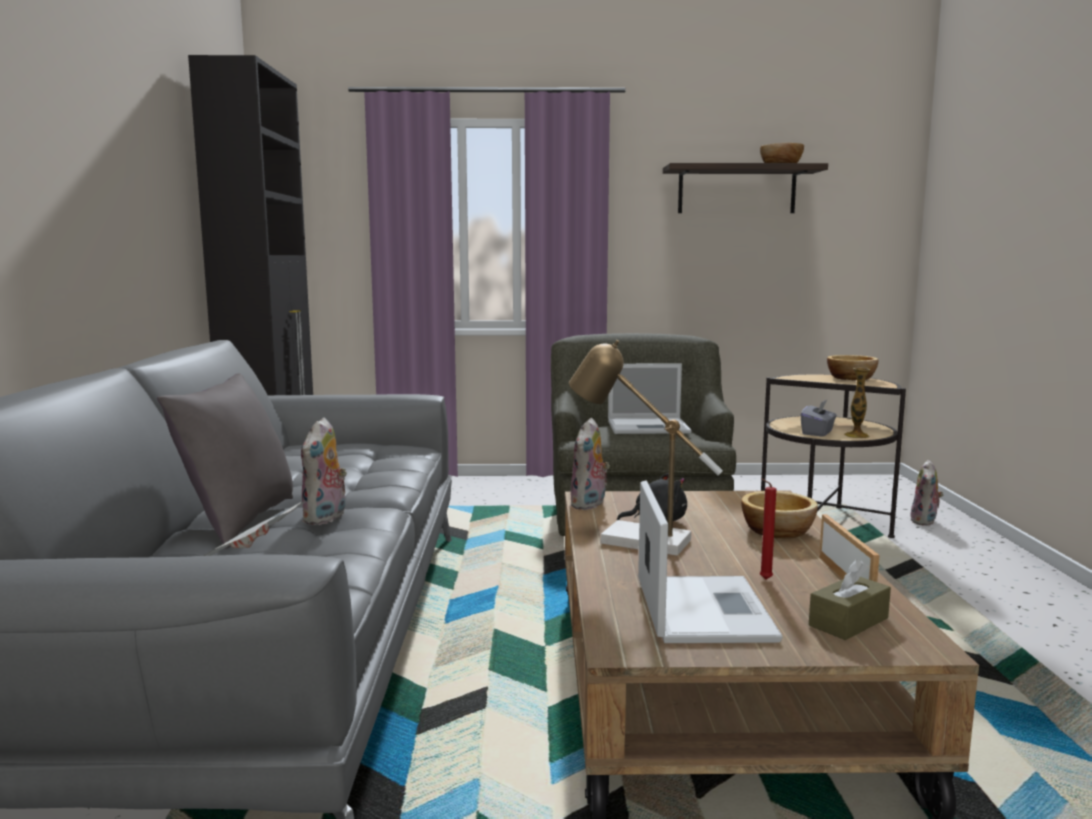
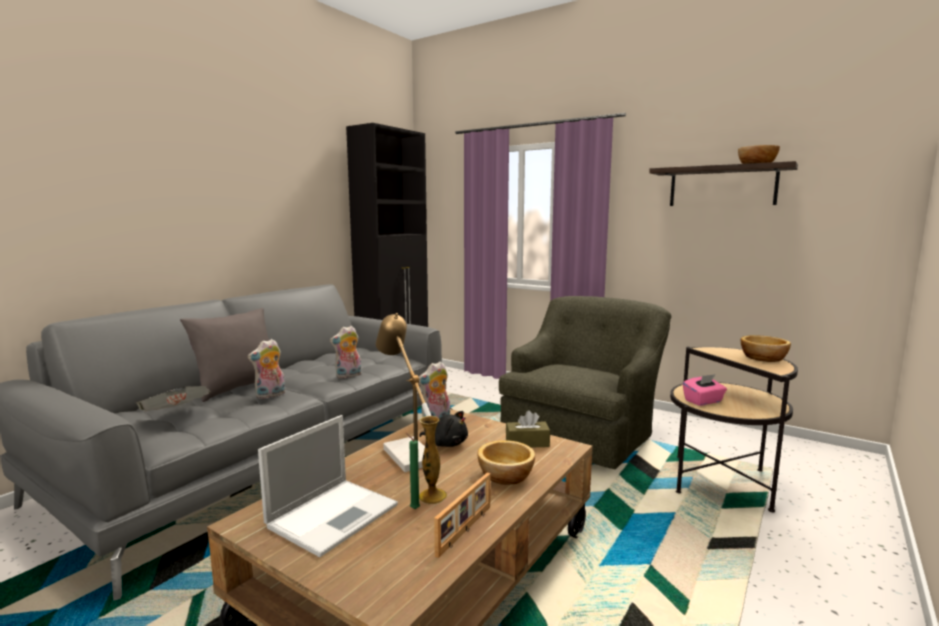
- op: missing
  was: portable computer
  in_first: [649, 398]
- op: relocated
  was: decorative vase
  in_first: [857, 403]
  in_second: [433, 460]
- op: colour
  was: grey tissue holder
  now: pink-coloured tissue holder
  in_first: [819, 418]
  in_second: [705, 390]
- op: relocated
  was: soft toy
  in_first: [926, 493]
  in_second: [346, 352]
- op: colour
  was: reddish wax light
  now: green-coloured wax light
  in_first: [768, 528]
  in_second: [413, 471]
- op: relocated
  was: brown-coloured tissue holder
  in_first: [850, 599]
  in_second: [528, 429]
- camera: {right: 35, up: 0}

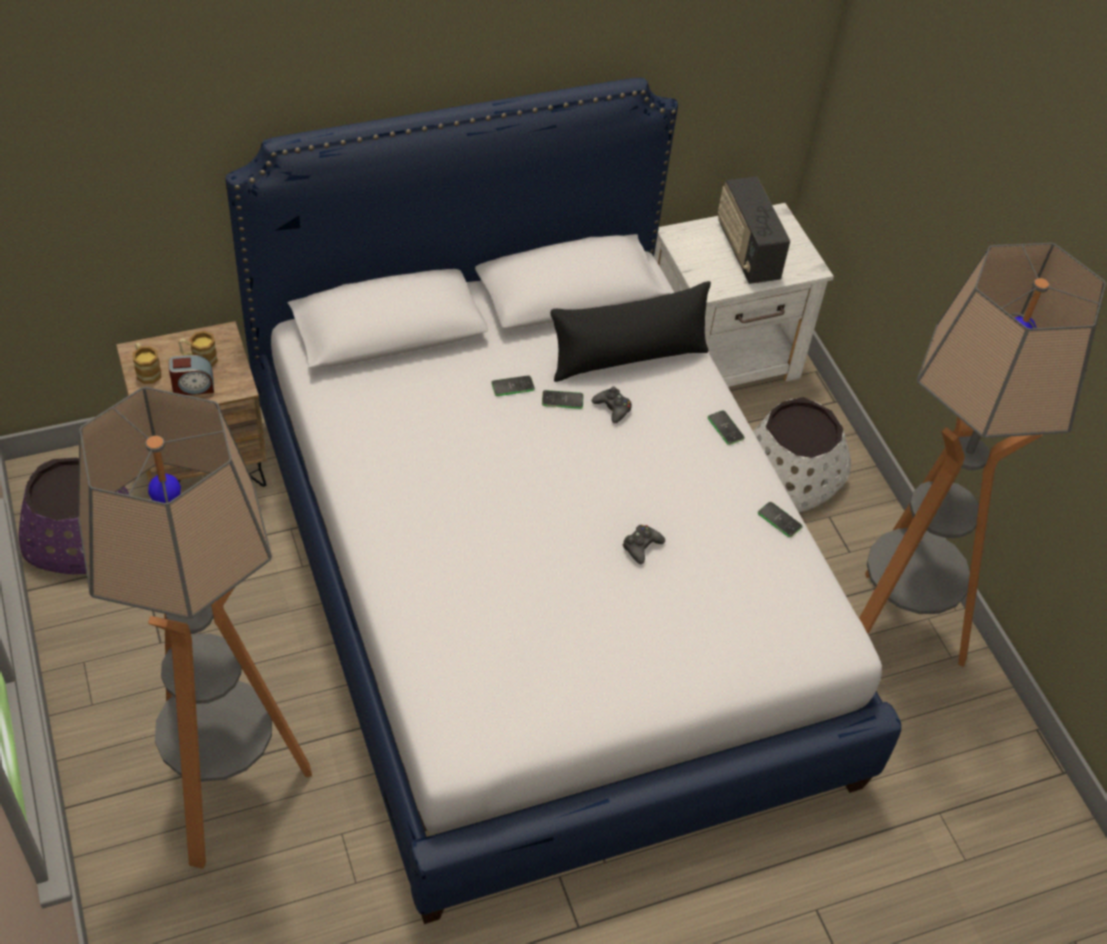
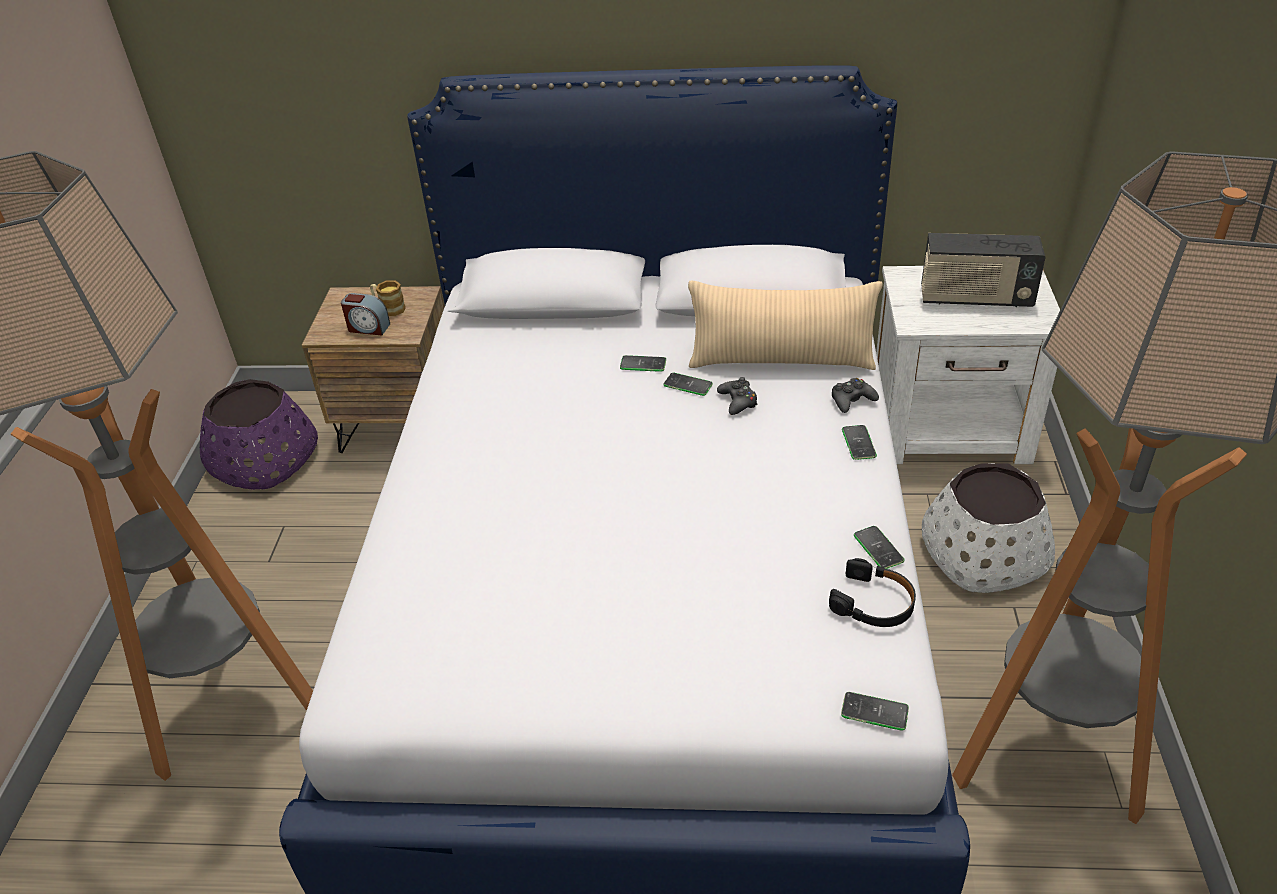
- op: spun
  was: radio receiver
  in_first: [754, 230]
  in_second: [983, 270]
  clockwise: -90
- op: colour
  was: black cushion
  now: beige-coloured cushion
  in_first: [631, 331]
  in_second: [785, 325]
- op: missing
  was: coffee mug
  in_first: [147, 363]
- op: relocated
  was: black gamepad
  in_first: [644, 544]
  in_second: [855, 395]
- op: appeared
  now: black headset
  in_second: [872, 592]
- op: appeared
  now: phone
  in_second: [875, 711]
- camera: {right: 30, up: -10}

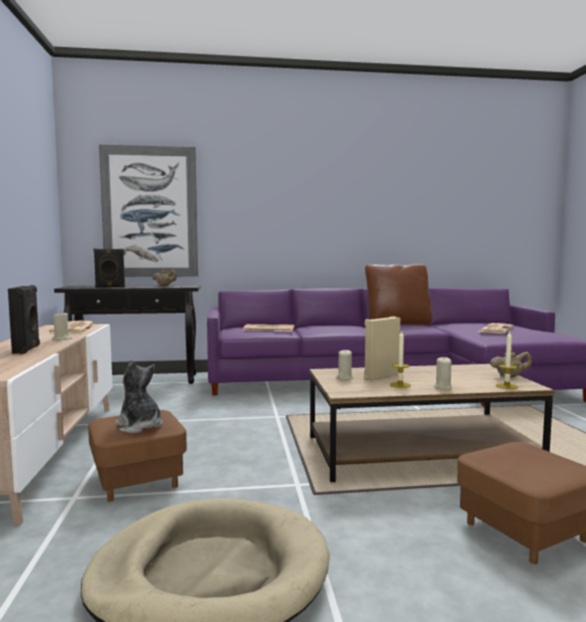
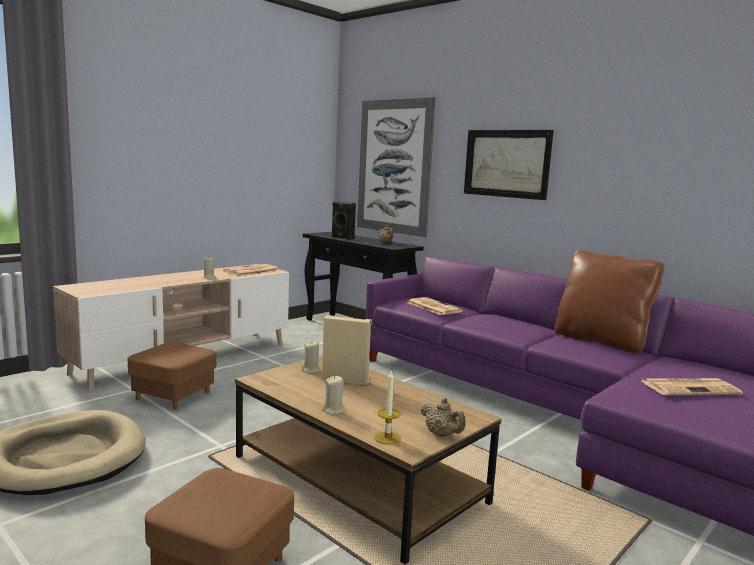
- op: missing
  was: black speaker
  in_first: [24, 319]
- op: missing
  was: wax light
  in_first: [400, 359]
- op: missing
  was: soft toy
  in_first: [139, 396]
- op: appeared
  now: picture
  in_second: [509, 165]
- camera: {right: 50, up: 5}

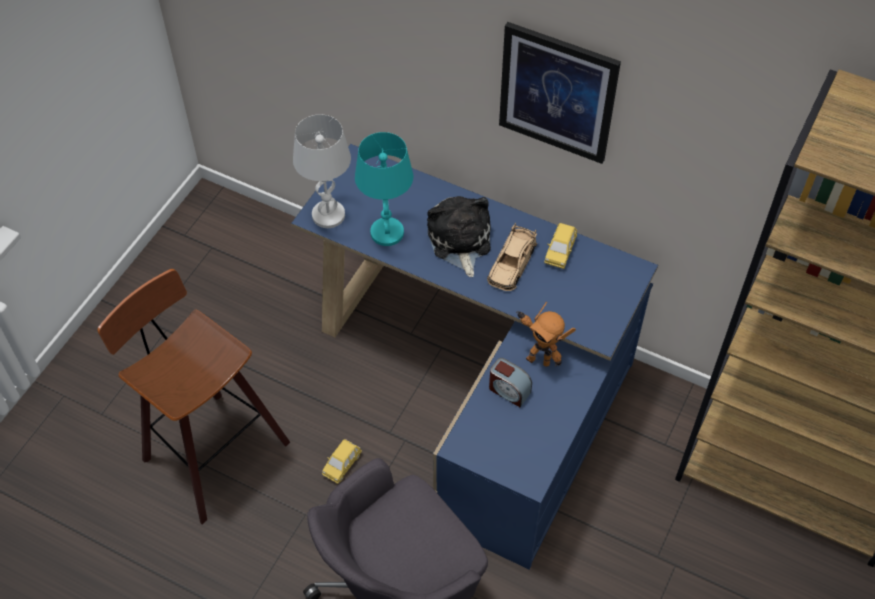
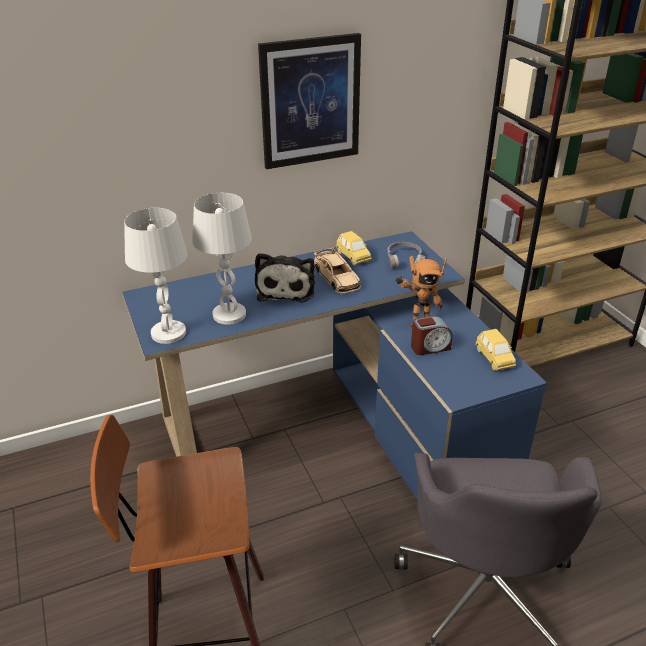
- op: colour
  was: turquoise lamp for a table
  now: white lamp for a table
  in_first: [384, 189]
  in_second: [222, 259]
- op: spun
  was: soft toy
  in_first: [459, 236]
  in_second: [285, 277]
  clockwise: -120
- op: relocated
  was: yellow model car
  in_first: [342, 461]
  in_second: [496, 350]
- op: appeared
  now: grey headset
  in_second: [406, 255]
- camera: {right: -50, up: -20}

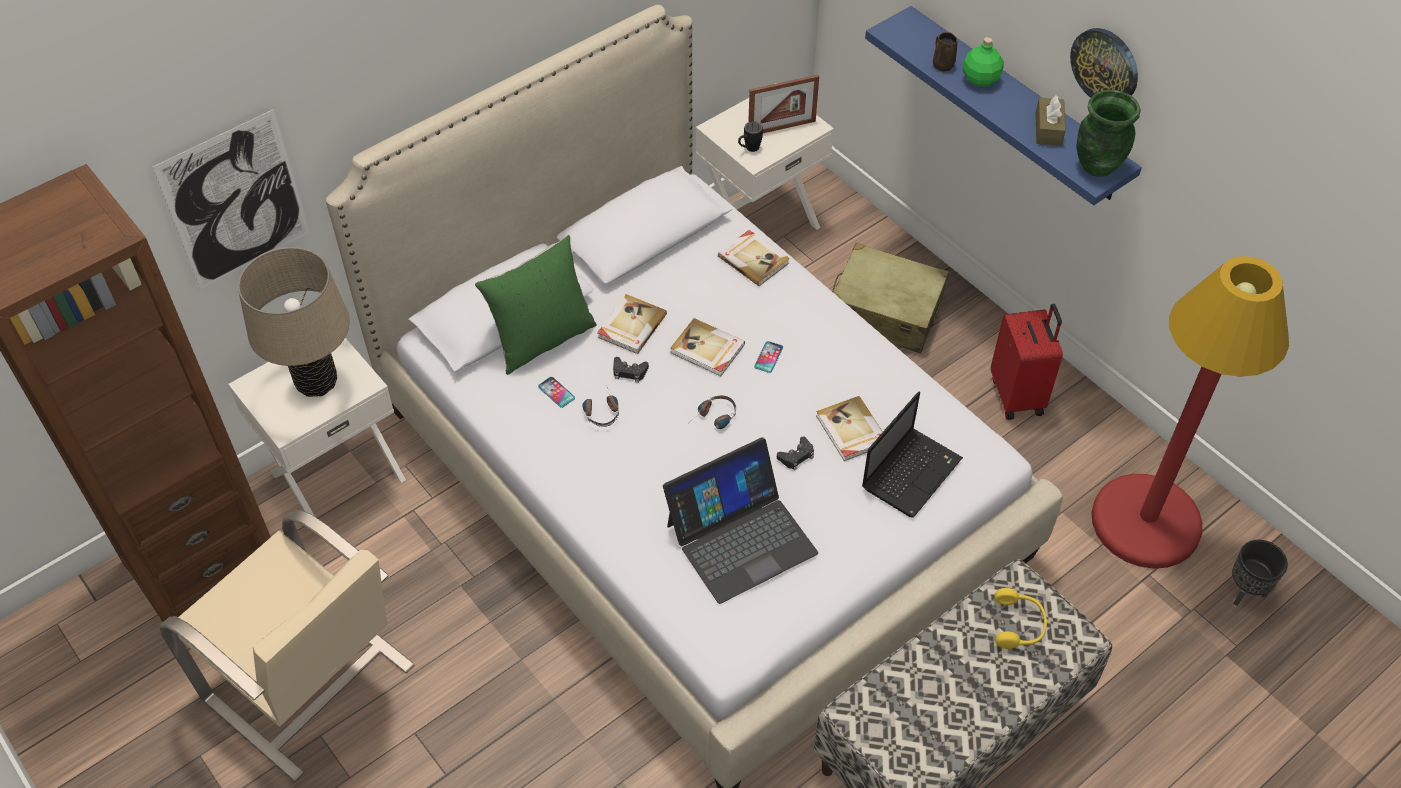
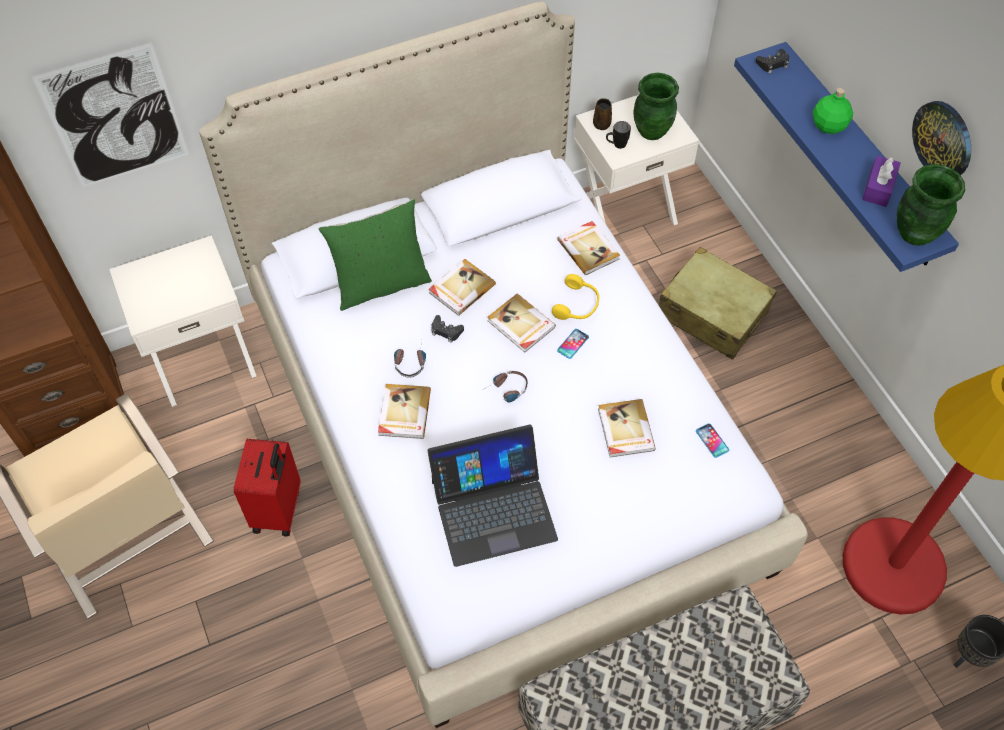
- op: relocated
  was: brown-coloured coffee mug
  in_first: [945, 52]
  in_second: [602, 114]
- op: exchanged
  was: photo frame
  now: green-coloured decorative vase
  in_first: [783, 104]
  in_second: [656, 106]
- op: colour
  was: brown-coloured tissue holder
  now: purple tissue holder
  in_first: [1051, 120]
  in_second: [881, 181]
- op: missing
  was: beige-coloured lamp for a table
  in_first: [294, 322]
- op: relocated
  was: reddish suitcase
  in_first: [1027, 362]
  in_second: [267, 488]
- op: relocated
  was: phone
  in_first: [556, 392]
  in_second: [712, 441]
- op: missing
  was: portable computer
  in_first: [912, 454]
- op: relocated
  was: black gamepad
  in_first: [795, 453]
  in_second: [772, 61]
- op: relocated
  was: yellow headset
  in_first: [1021, 618]
  in_second: [575, 297]
- op: appeared
  now: book
  in_second: [404, 411]
- camera: {right: 15, up: 5}

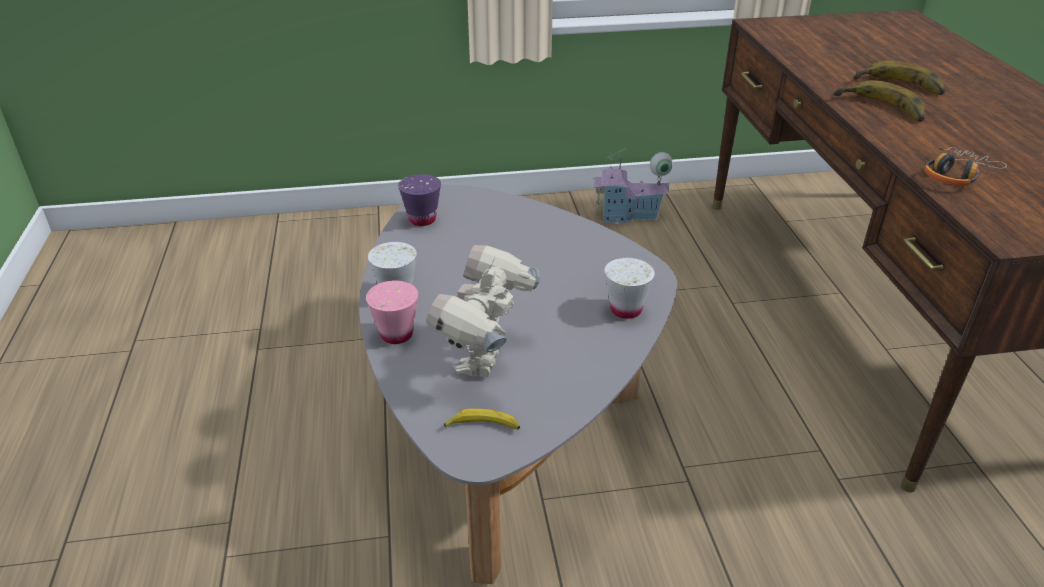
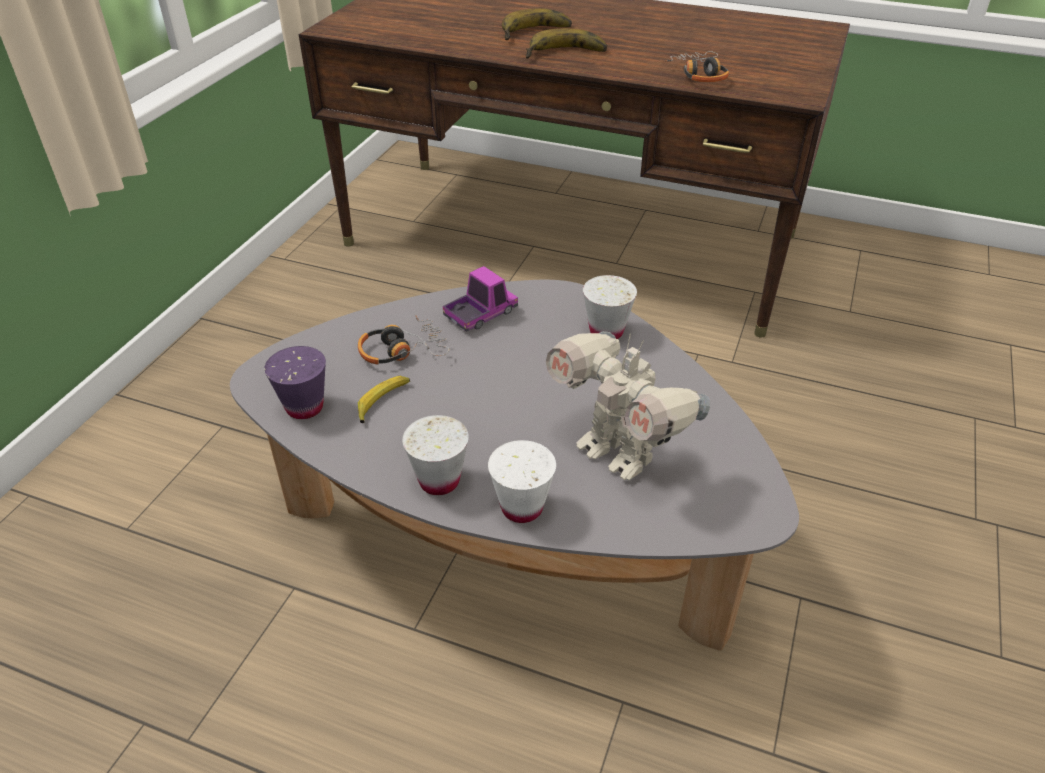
- op: missing
  was: model house
  in_first: [633, 186]
- op: colour
  was: pink-coloured drinking cup
  now: white drinking cup
  in_first: [392, 312]
  in_second: [522, 481]
- op: relocated
  was: banana
  in_first: [482, 419]
  in_second: [384, 399]
- op: appeared
  now: model truck
  in_second: [480, 299]
- op: appeared
  now: headset
  in_second: [403, 339]
- camera: {right: -60, up: 5}

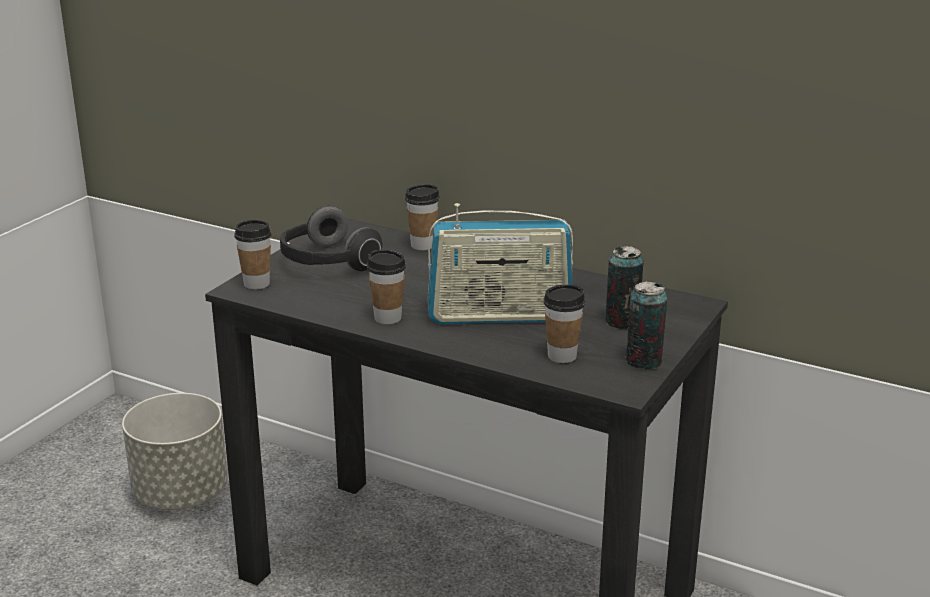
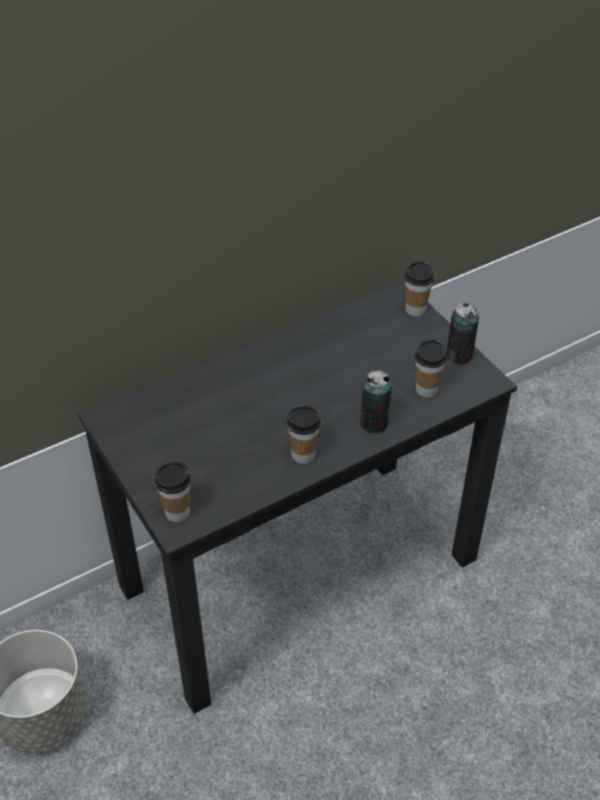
- op: relocated
  was: drinking cup
  in_first: [422, 217]
  in_second: [419, 288]
- op: missing
  was: radio receiver
  in_first: [500, 263]
- op: missing
  was: headset
  in_first: [331, 238]
- op: relocated
  was: can
  in_first: [624, 287]
  in_second: [376, 402]
- camera: {right: -60, up: 20}

